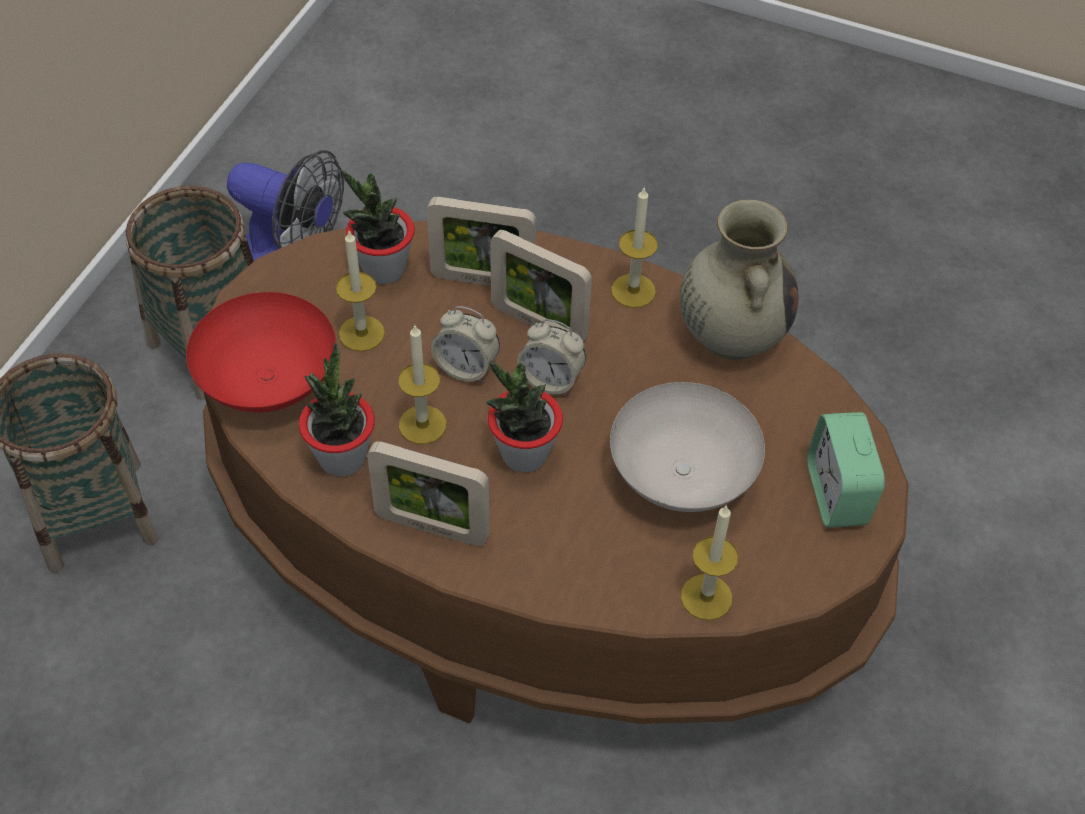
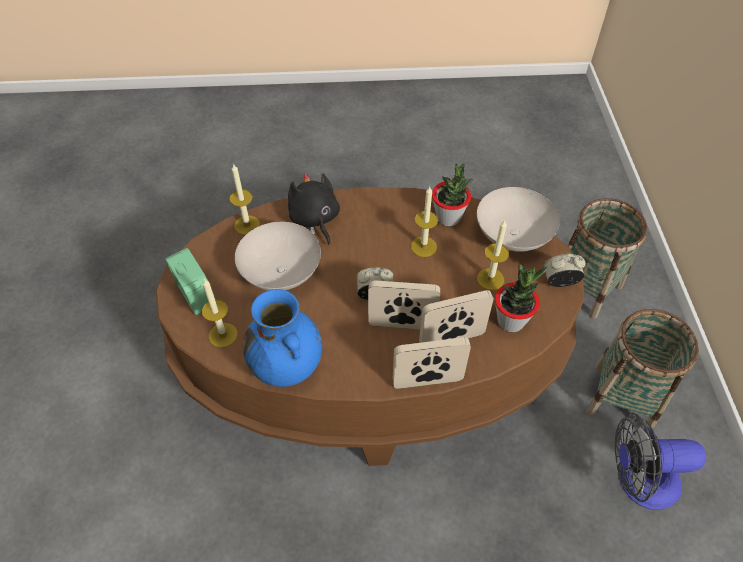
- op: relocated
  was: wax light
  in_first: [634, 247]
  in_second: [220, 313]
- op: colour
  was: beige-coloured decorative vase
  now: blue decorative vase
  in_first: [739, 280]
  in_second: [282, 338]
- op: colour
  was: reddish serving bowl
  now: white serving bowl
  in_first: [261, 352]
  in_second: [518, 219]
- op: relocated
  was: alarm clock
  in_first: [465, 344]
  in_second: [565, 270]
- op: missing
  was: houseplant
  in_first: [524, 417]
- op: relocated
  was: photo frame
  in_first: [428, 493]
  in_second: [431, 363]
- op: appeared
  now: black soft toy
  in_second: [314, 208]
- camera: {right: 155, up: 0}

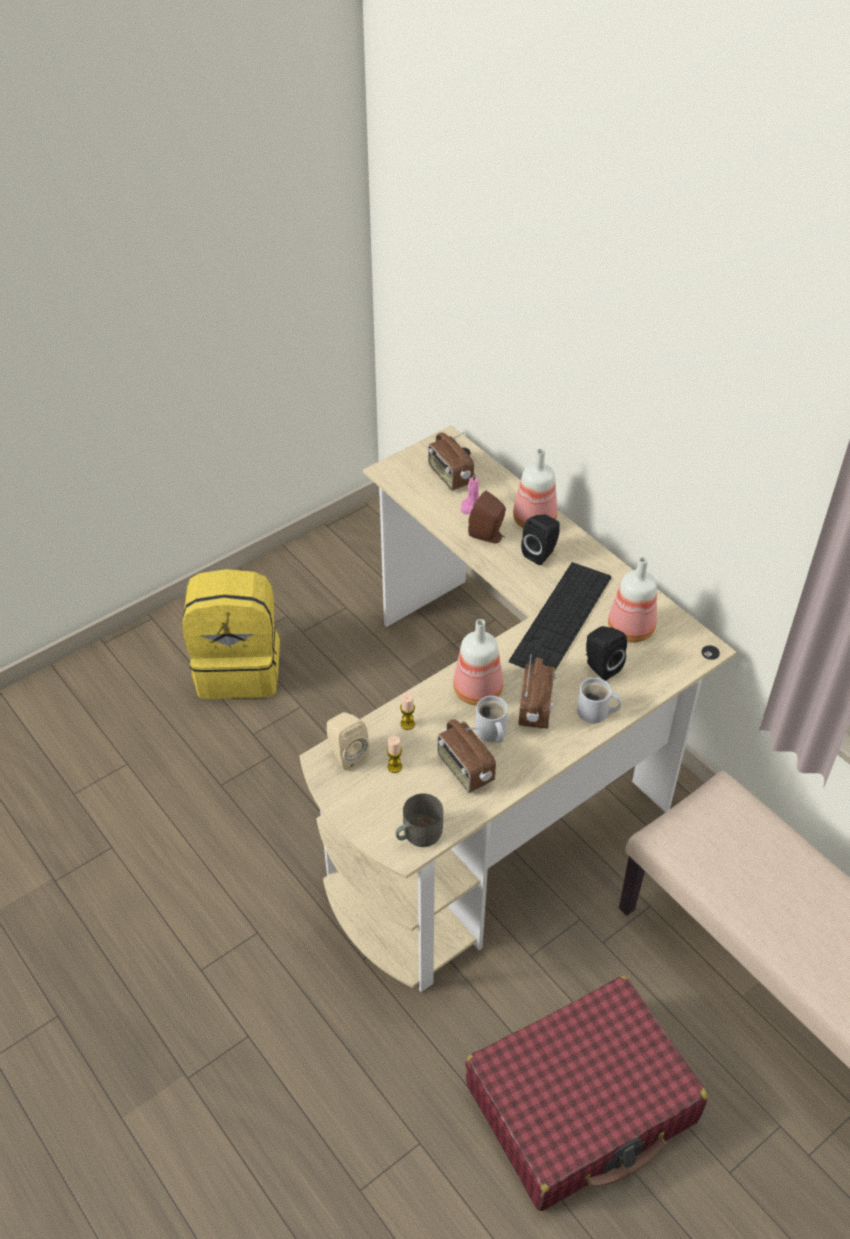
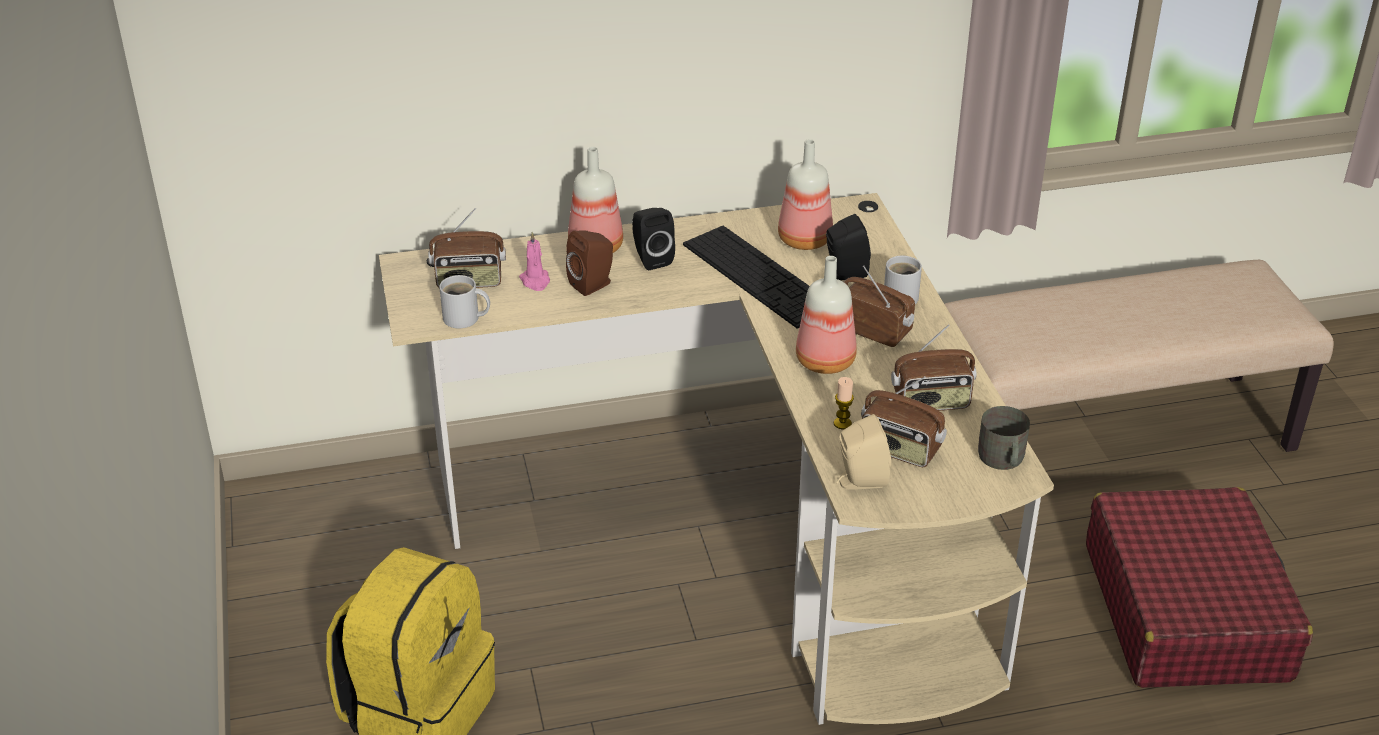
- op: relocated
  was: white coffee mug
  in_first: [491, 719]
  in_second: [464, 301]
- op: exchanged
  was: wax light
  now: radio receiver
  in_first: [394, 754]
  in_second: [904, 421]
- camera: {right: -65, up: -10}

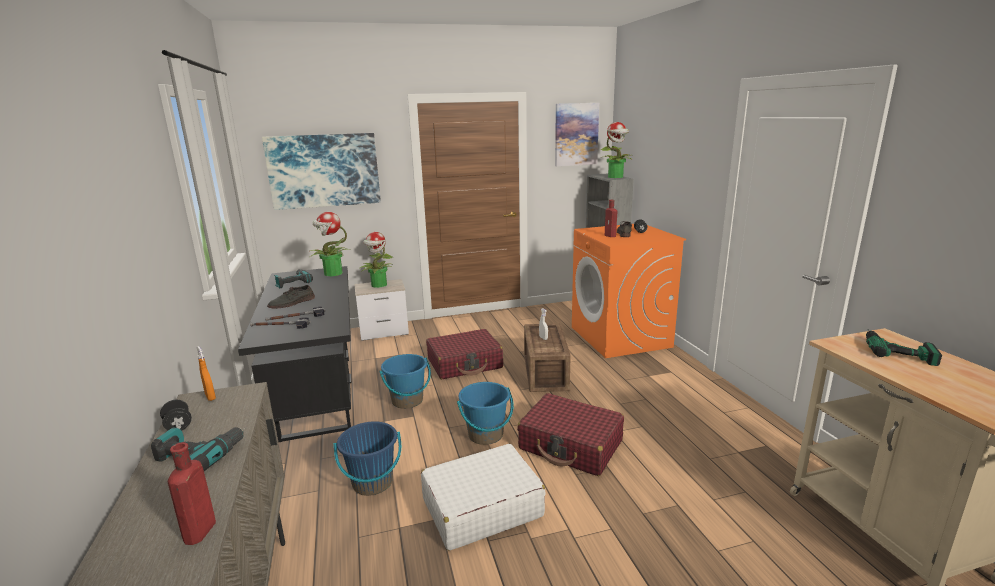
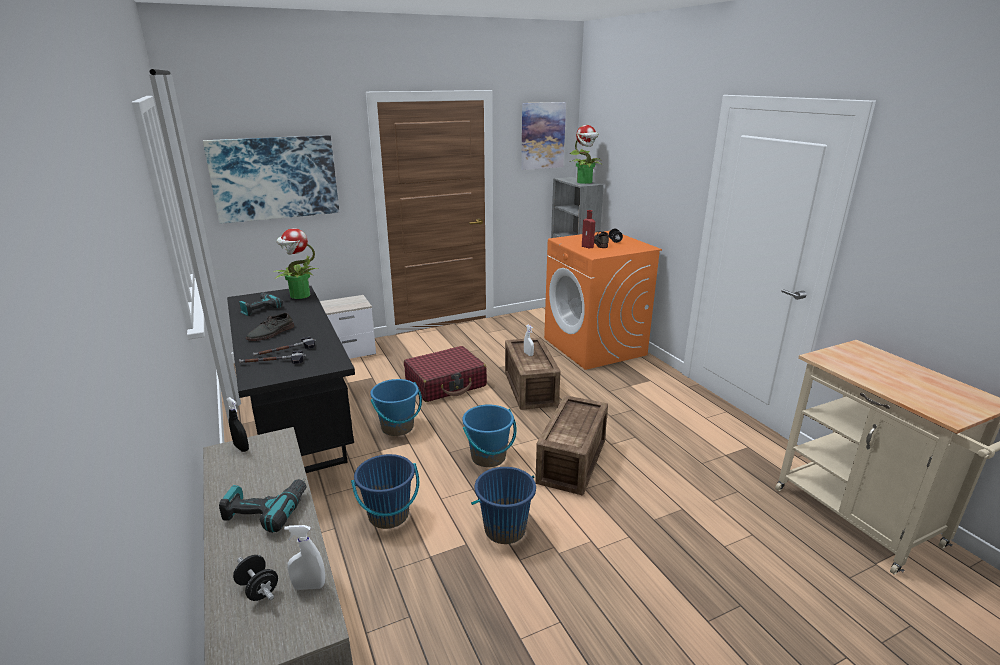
- op: missing
  was: houseplant
  in_first: [377, 260]
- op: missing
  was: drill
  in_first: [904, 347]
- op: colour
  was: orangey hand sprayer
  now: black hand sprayer
  in_first: [206, 373]
  in_second: [237, 424]
- op: exchanged
  was: reddish suitcase
  now: packing crate
  in_first: [570, 434]
  in_second: [571, 445]
- op: relocated
  was: black hand weight
  in_first: [176, 415]
  in_second: [255, 578]
- op: exchanged
  was: reddish drink bottle
  now: white hand sprayer
  in_first: [192, 493]
  in_second: [304, 557]
- op: exchanged
  was: white suitcase
  now: blue bucket
  in_first: [483, 497]
  in_second: [503, 505]
- camera: {right: -10, up: 5}

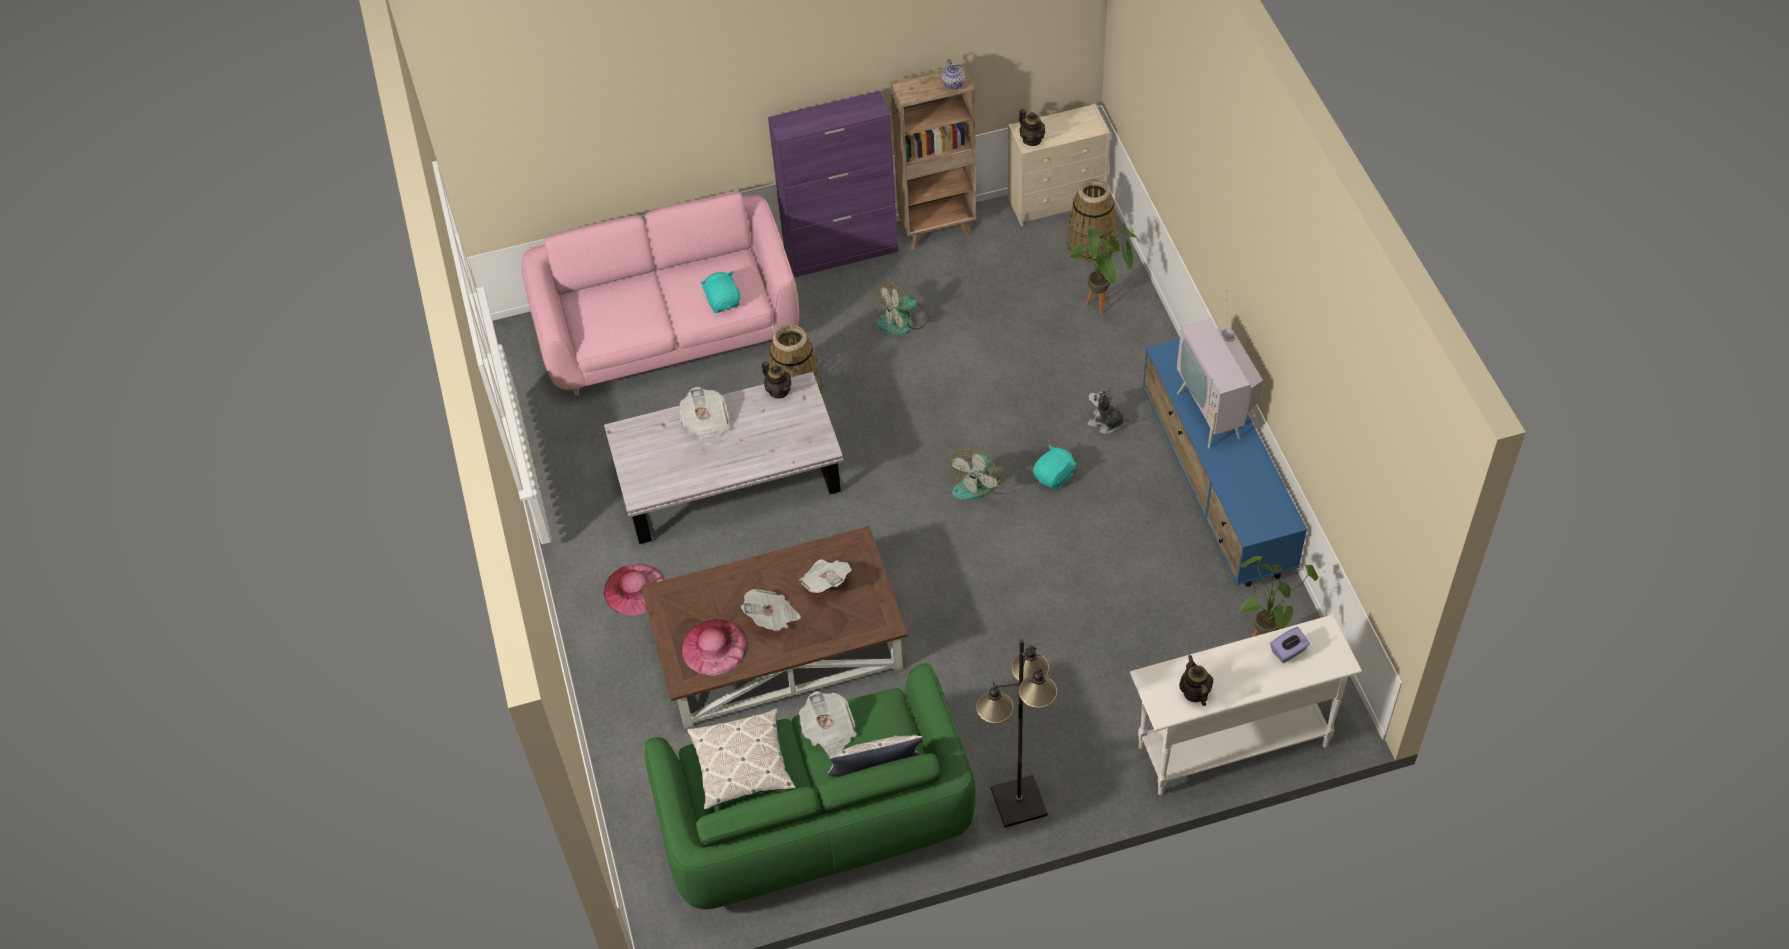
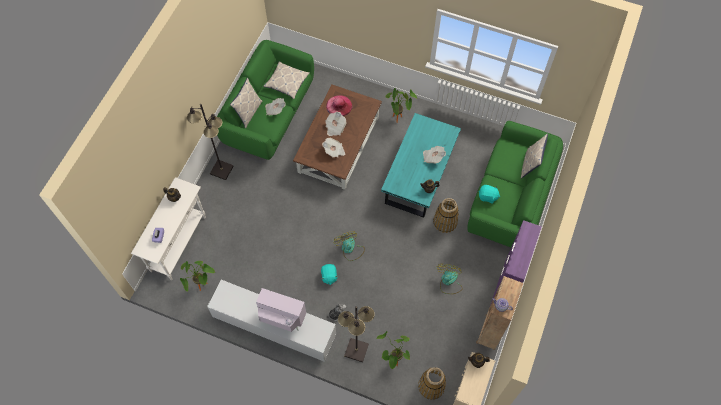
- op: colour
  was: pink-coloured couch
  now: green-coloured couch
  in_first: [660, 293]
  in_second: [515, 184]
- op: colour
  was: blue tv stand
  now: white tv stand
  in_first: [1224, 462]
  in_second: [271, 321]
- op: colour
  was: white lounge table
  now: turquoise lounge table
  in_first: [723, 458]
  in_second: [421, 165]
- op: exchanged
  was: pink-coloured hat
  now: houseplant
  in_first: [634, 589]
  in_second: [401, 105]
- op: appeared
  now: cushion
  in_second: [534, 156]
- op: appeared
  now: black floor lamp
  in_second: [356, 334]
- camera: {right: 125, up: 10}

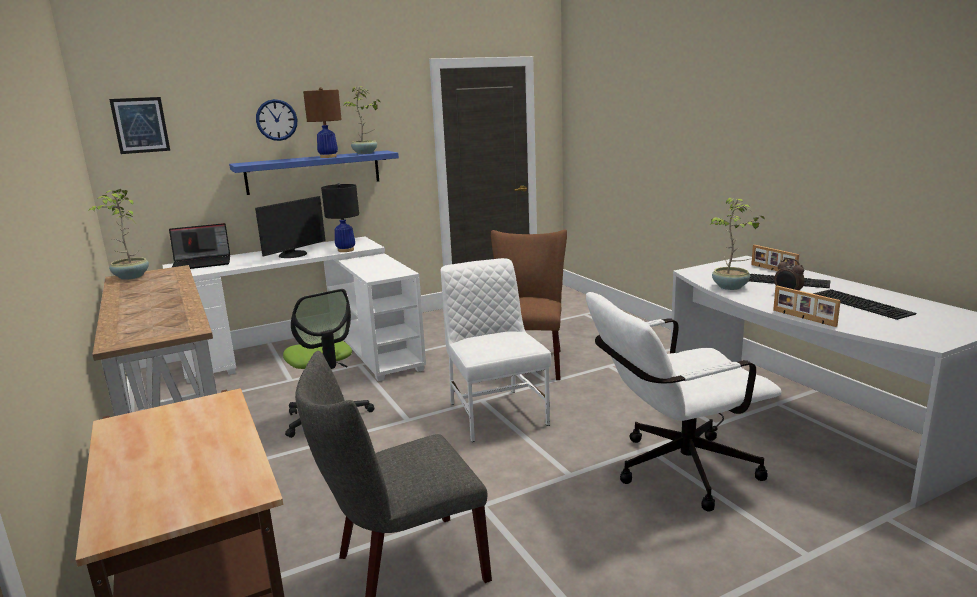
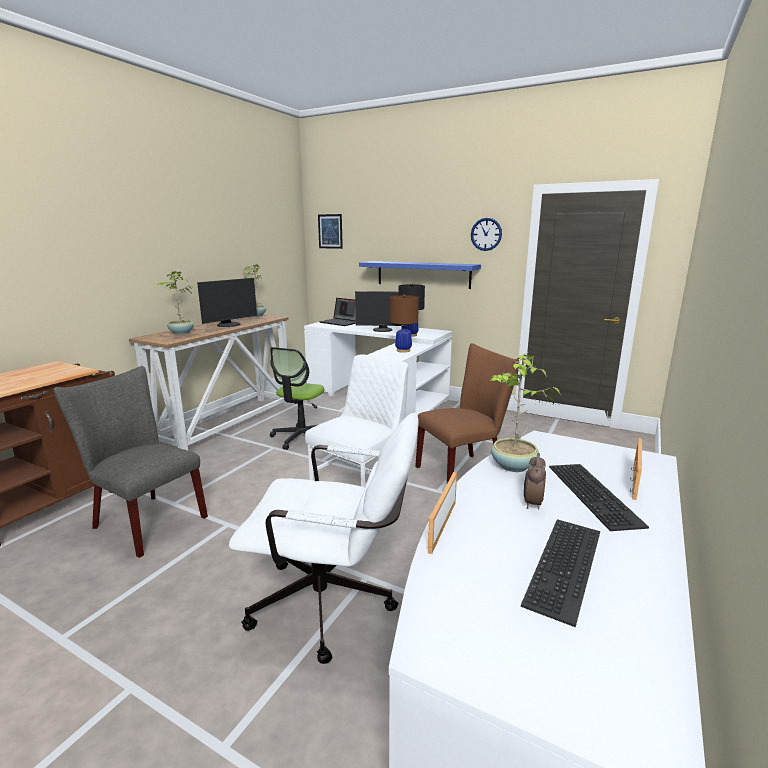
- op: relocated
  was: houseplant
  in_first: [362, 120]
  in_second: [175, 302]
- op: relocated
  was: brown-coloured lamp for a table
  in_first: [322, 122]
  in_second: [404, 323]
- op: relocated
  was: wall clock
  in_first: [276, 120]
  in_second: [486, 234]
- op: spun
  was: white office chair
  in_first: [684, 402]
  in_second: [324, 538]
  clockwise: 150
- op: appeared
  now: monitor
  in_second: [227, 302]
- camera: {right: 55, up: 0}

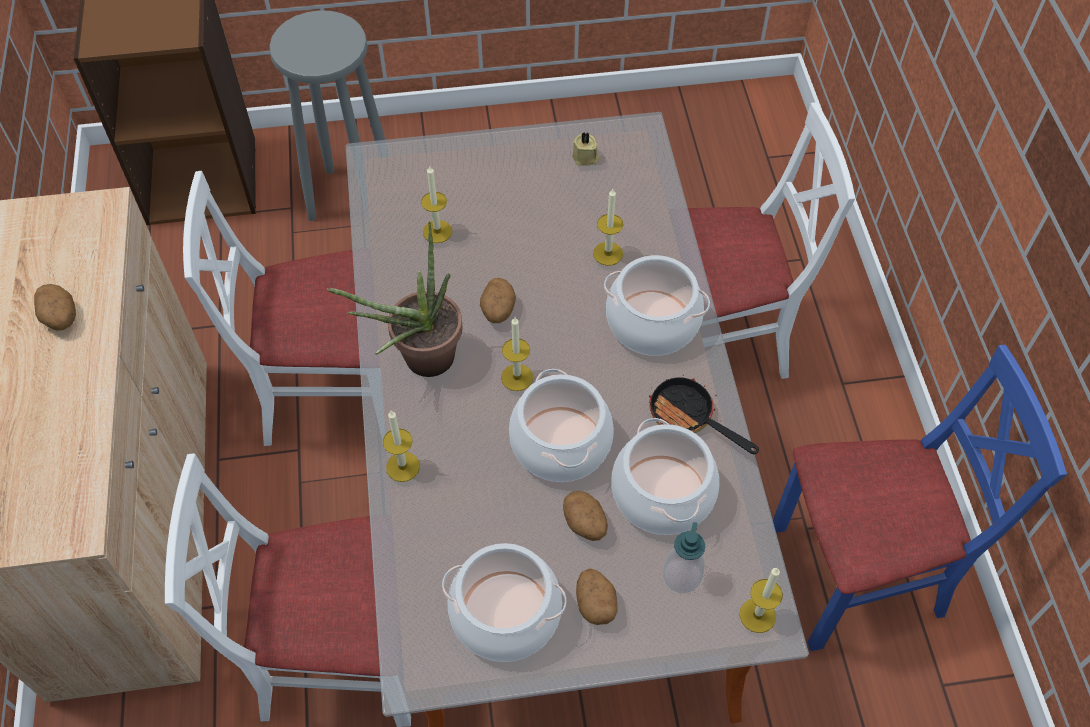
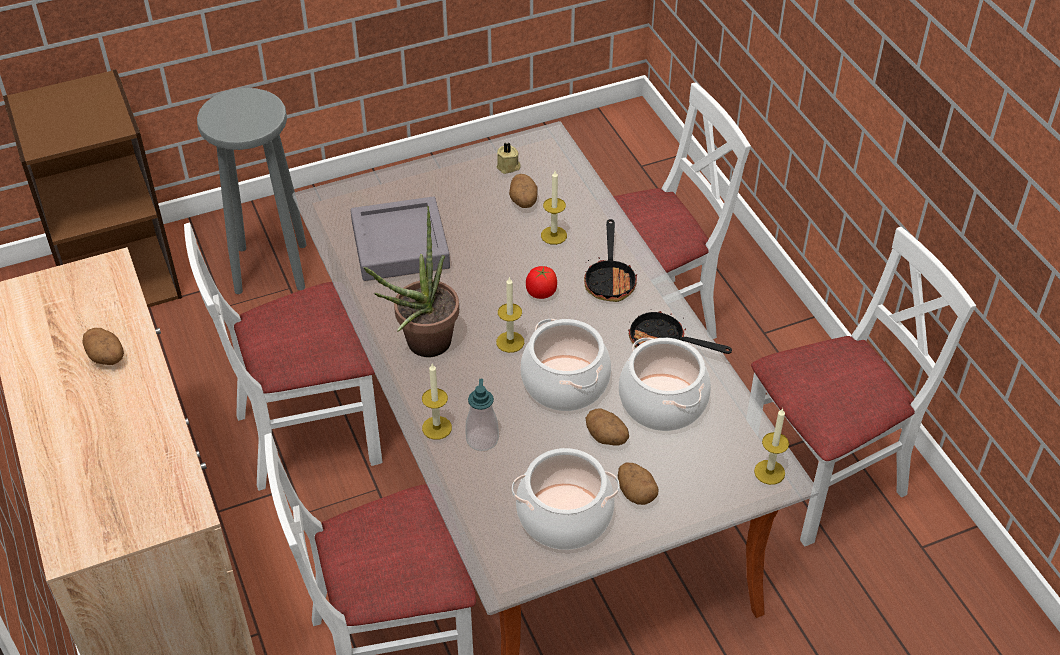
- op: exchanged
  was: wax light
  now: grey tray
  in_first: [436, 204]
  in_second: [400, 239]
- op: exchanged
  was: saucepot
  now: skillet
  in_first: [657, 305]
  in_second: [610, 260]
- op: relocated
  was: potato
  in_first: [498, 300]
  in_second: [523, 191]
- op: colour
  was: blue upright chair
  now: white upright chair
  in_first: [920, 498]
  in_second: [863, 386]
- op: relocated
  was: soap dispenser
  in_first: [684, 557]
  in_second: [482, 415]
- op: appeared
  now: fresh tomato
  in_second: [541, 282]
- camera: {right: -15, up: -10}

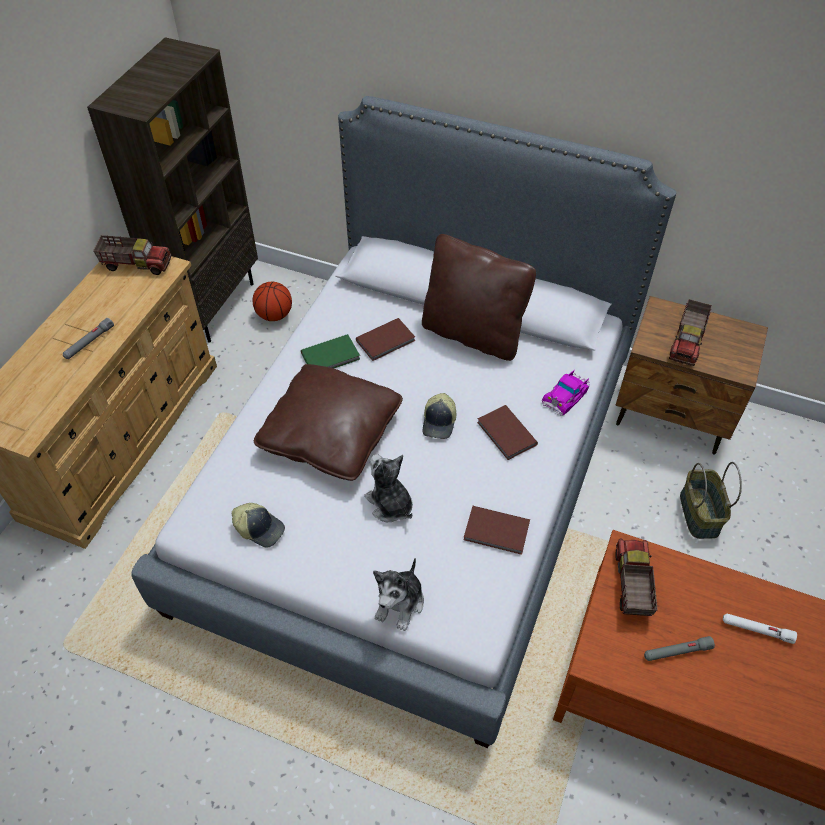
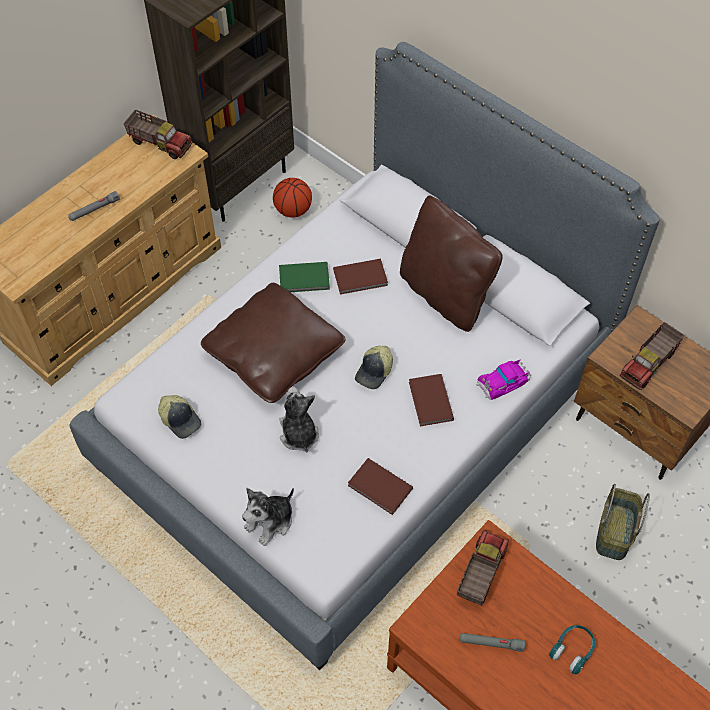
- op: exchanged
  was: white flashlight
  now: turquoise headset
  in_first: [760, 629]
  in_second: [572, 649]
- camera: {right: 20, up: 5}

